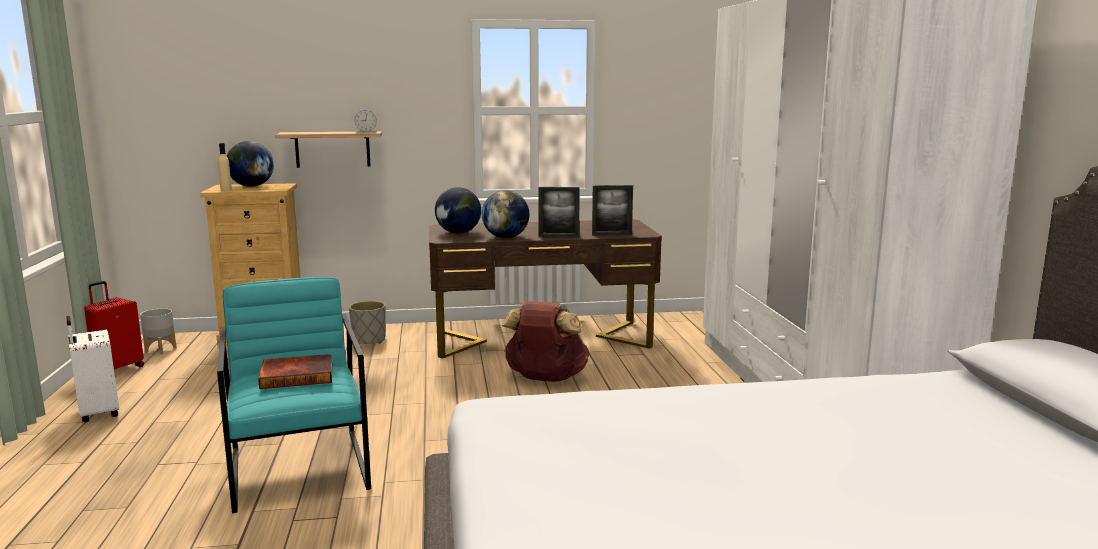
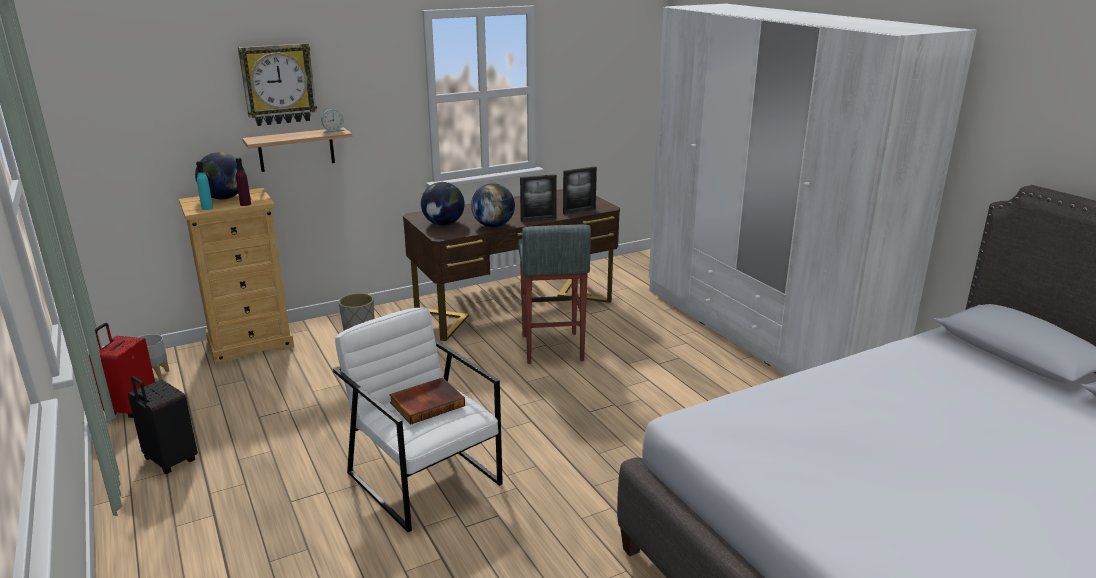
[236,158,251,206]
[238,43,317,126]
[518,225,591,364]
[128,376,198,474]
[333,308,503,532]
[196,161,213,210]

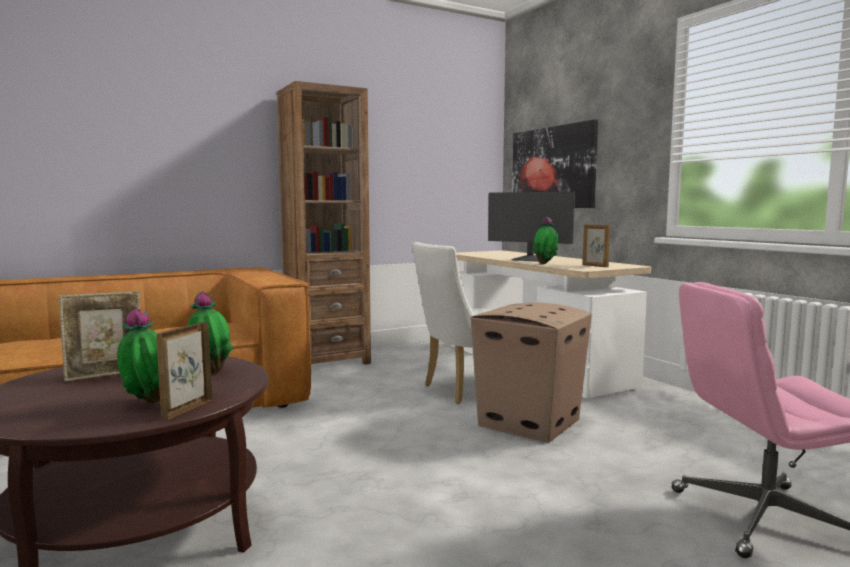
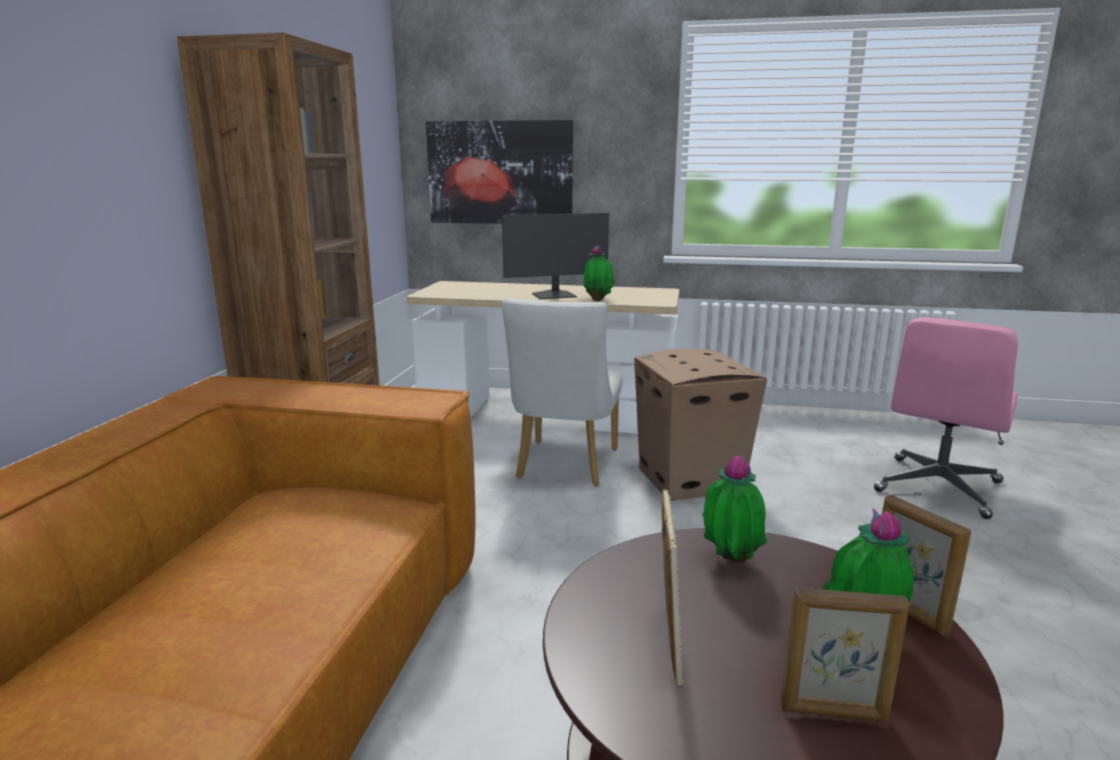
[780,587,910,722]

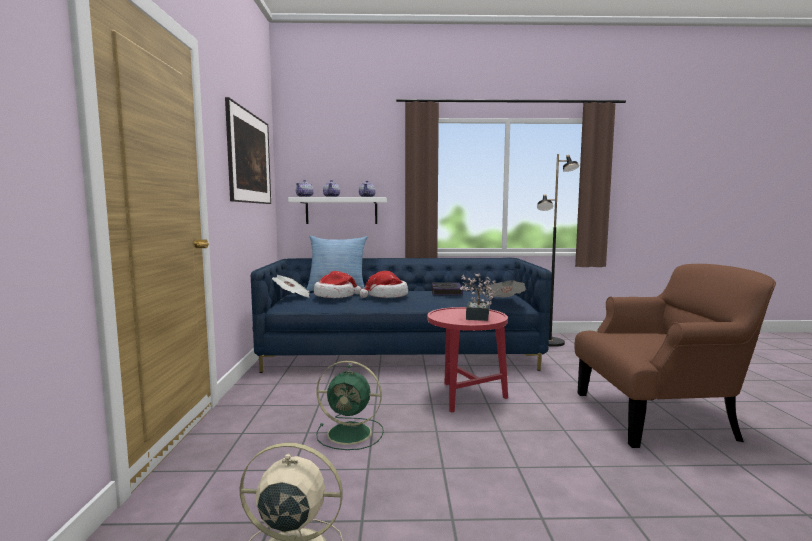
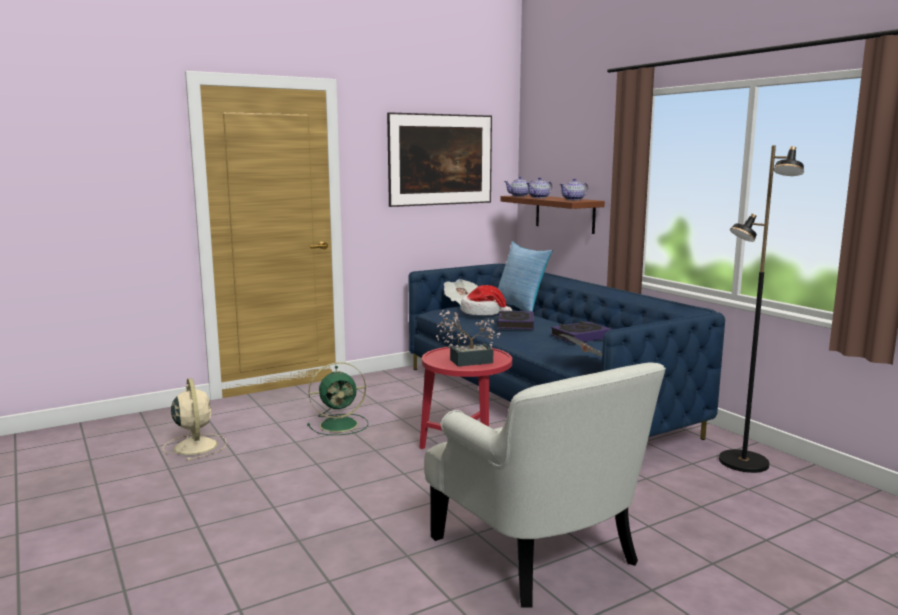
[498,311,534,330]
[500,195,605,234]
[424,362,666,608]
[307,362,368,435]

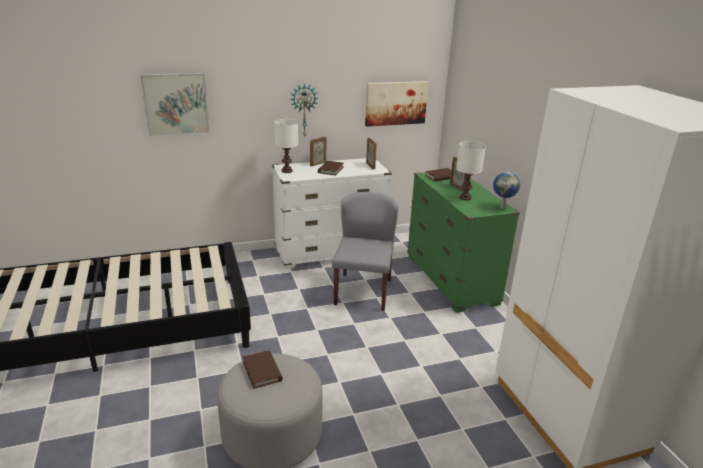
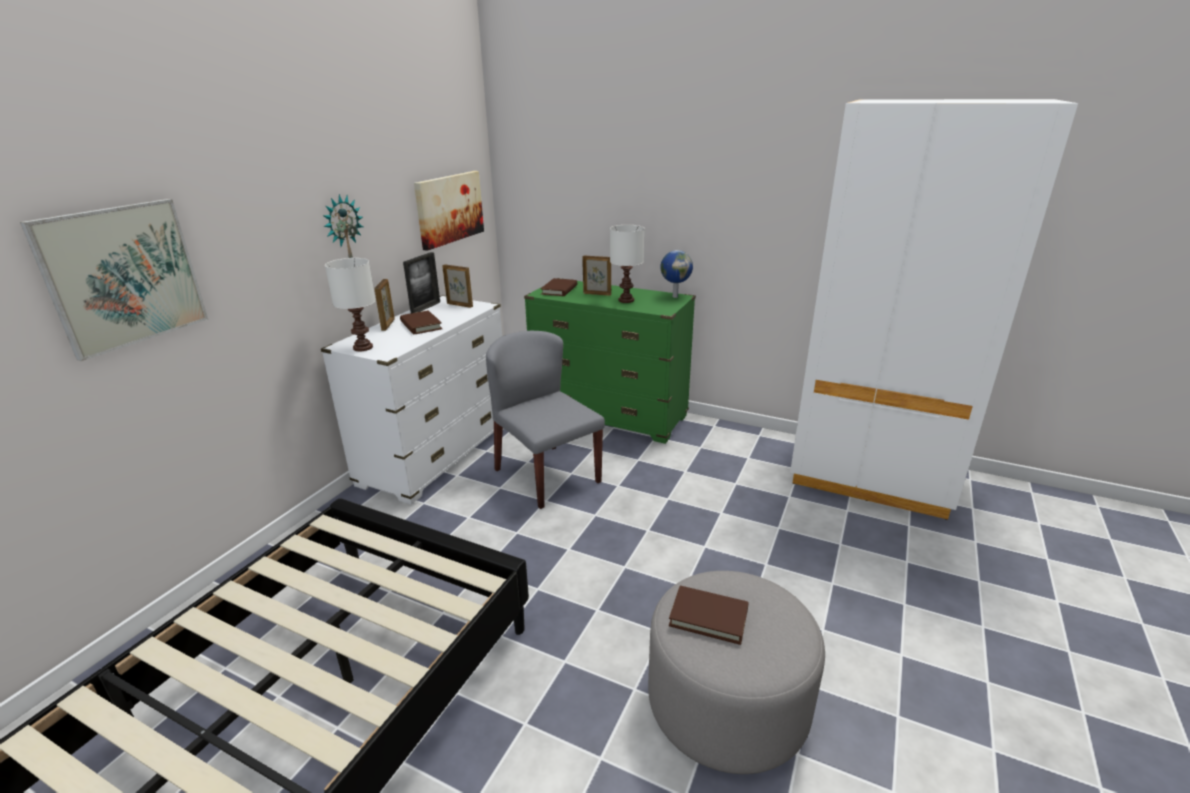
[403,252,440,313]

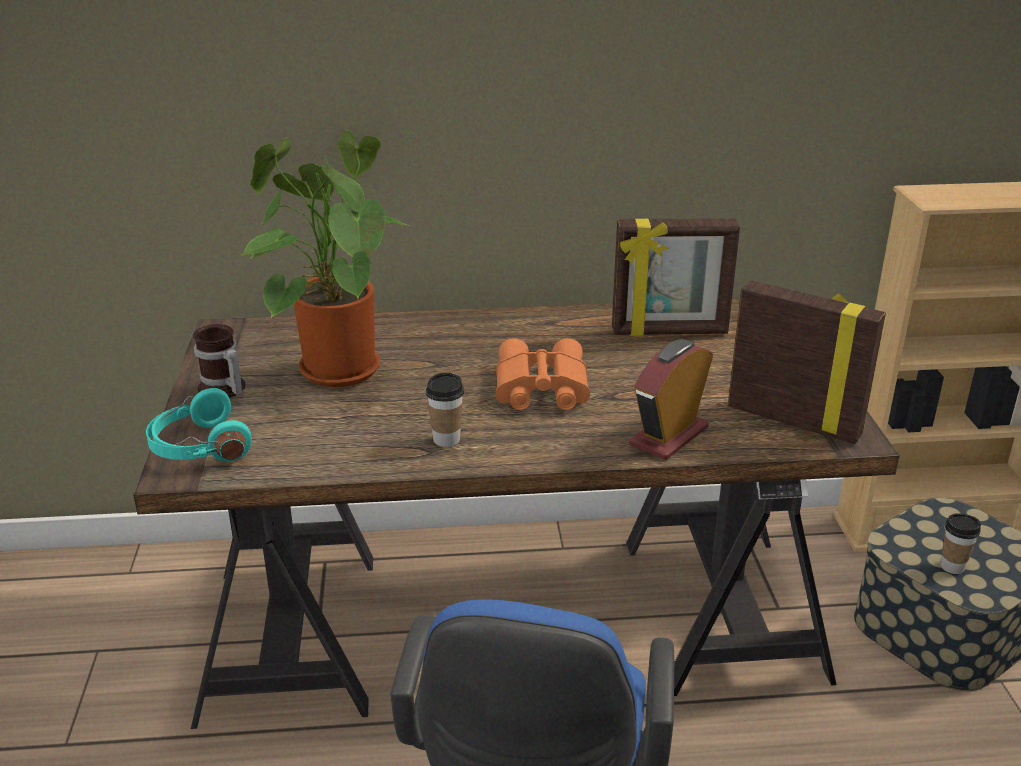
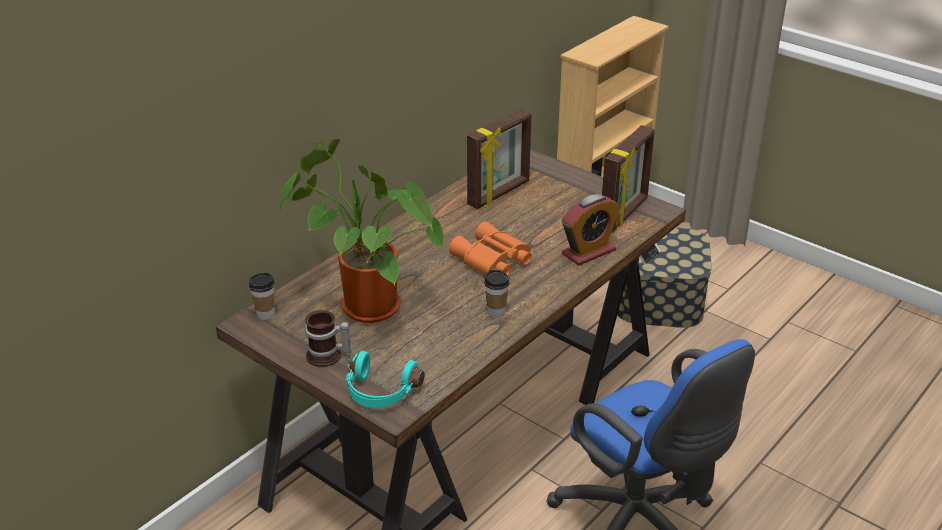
[249,273,275,320]
[562,194,621,266]
[602,125,655,233]

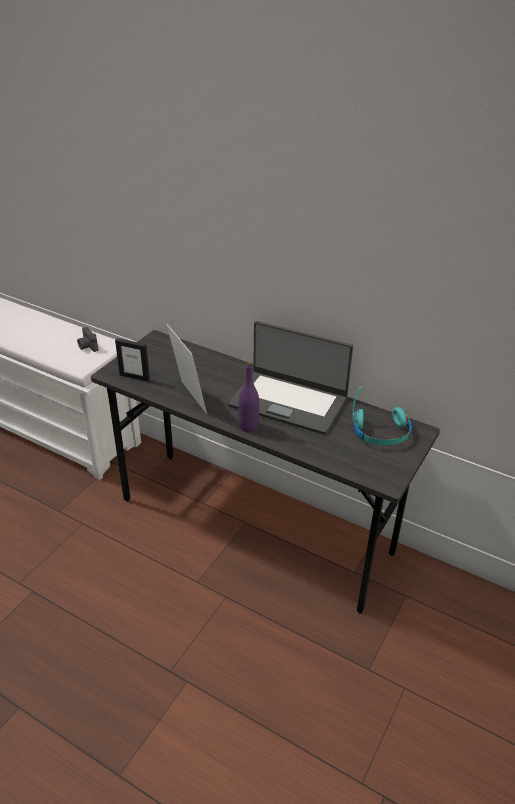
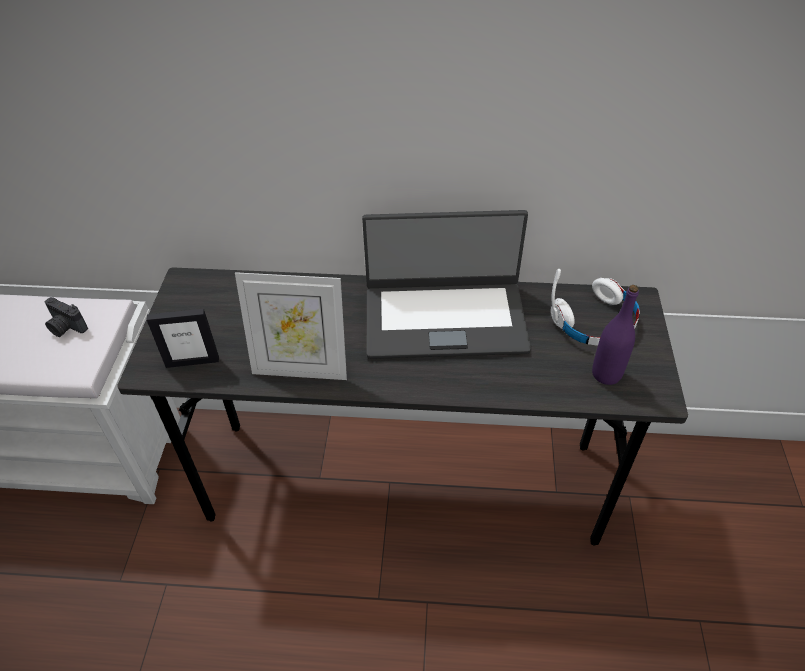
[592,285,639,385]
[551,269,640,345]
[235,272,347,380]

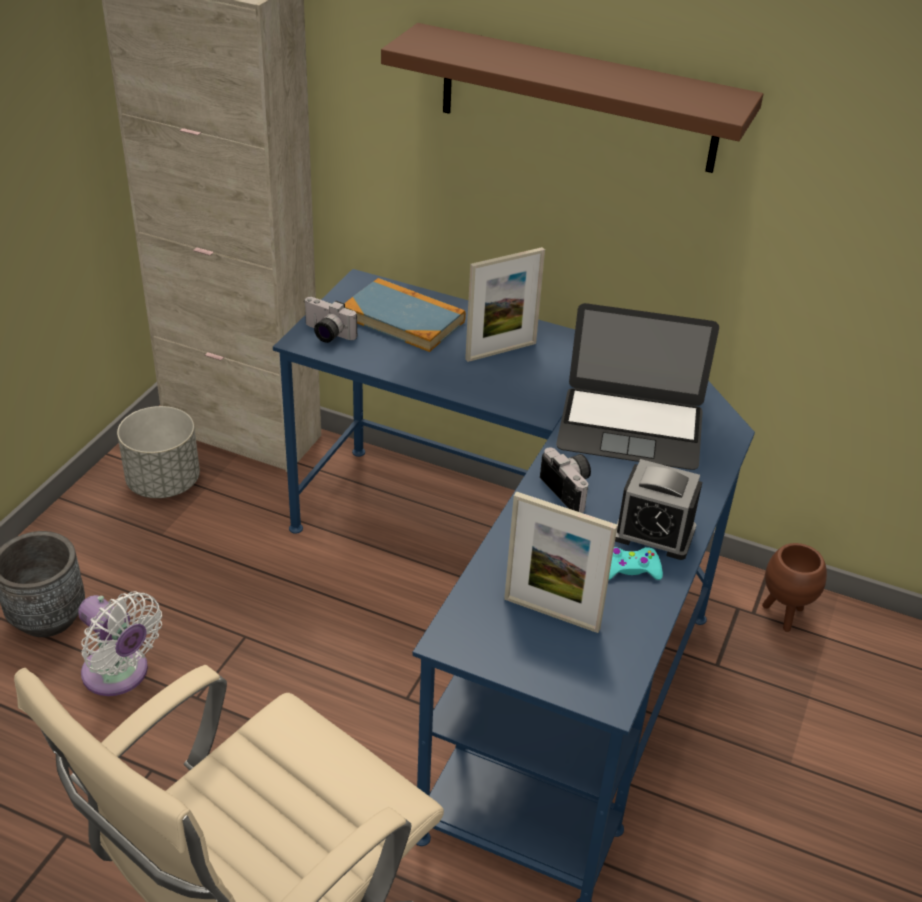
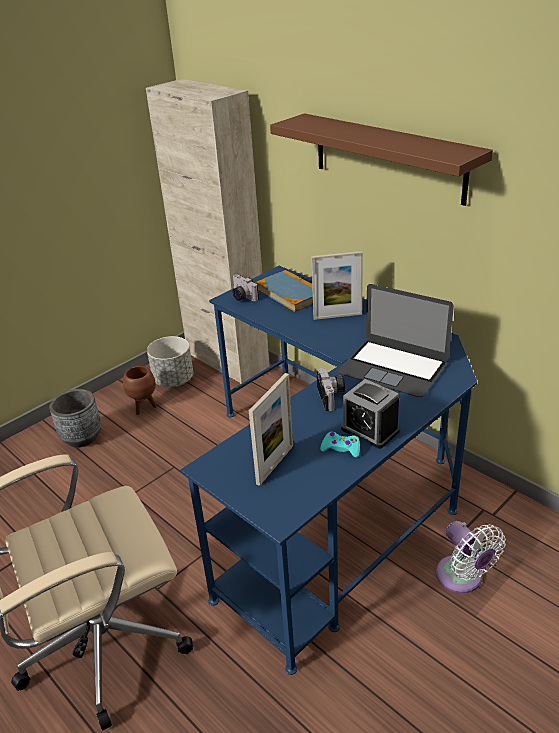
[436,521,505,594]
[123,366,157,415]
[249,373,293,486]

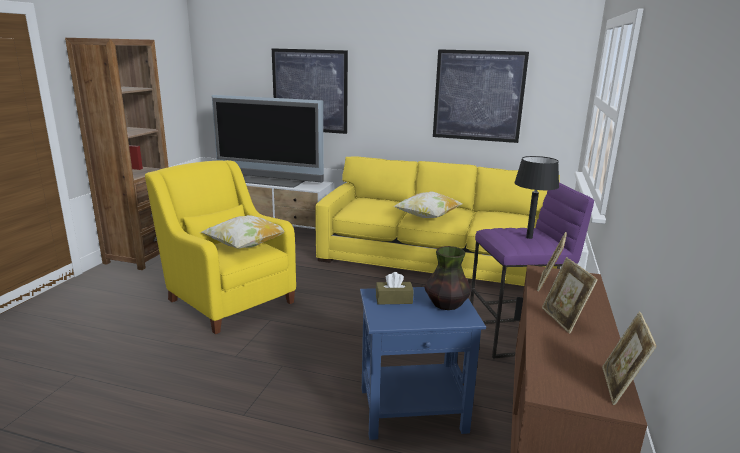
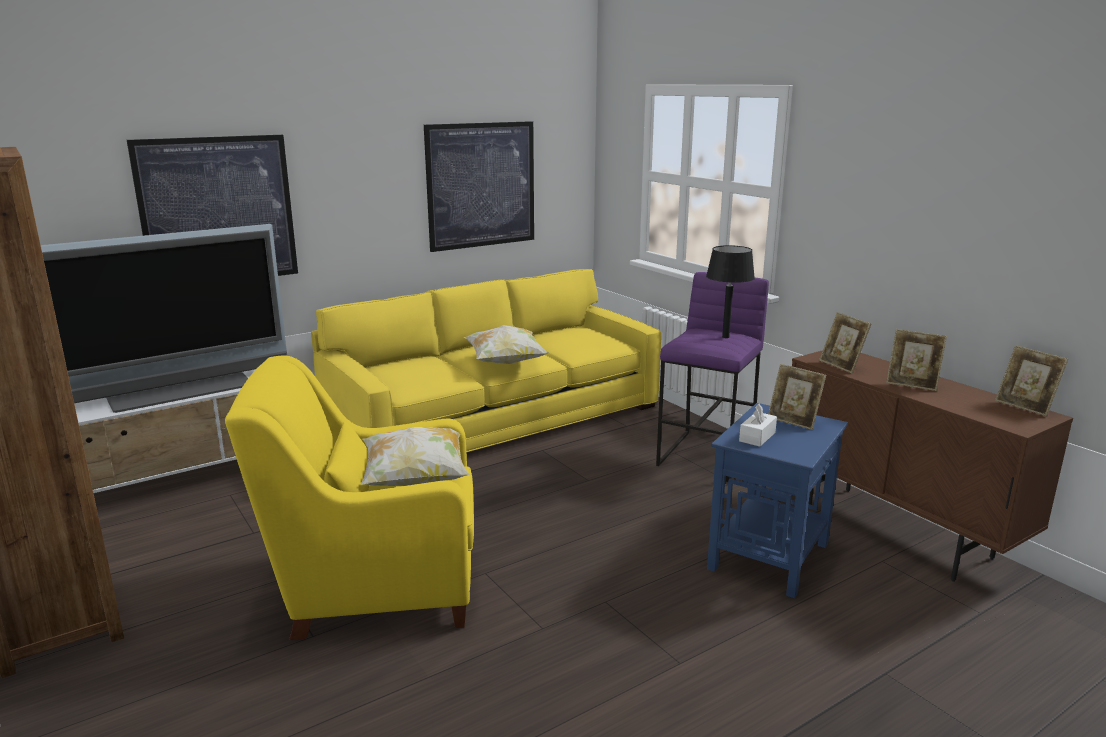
[768,364,826,430]
[739,404,777,447]

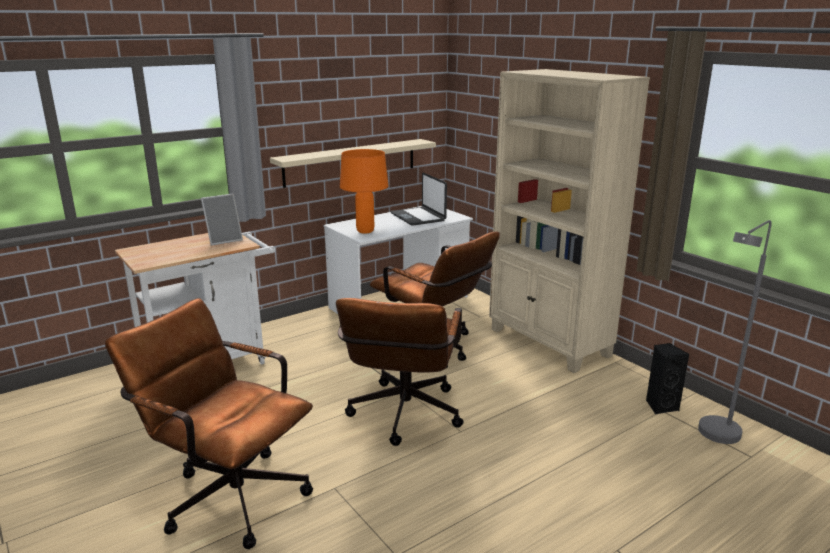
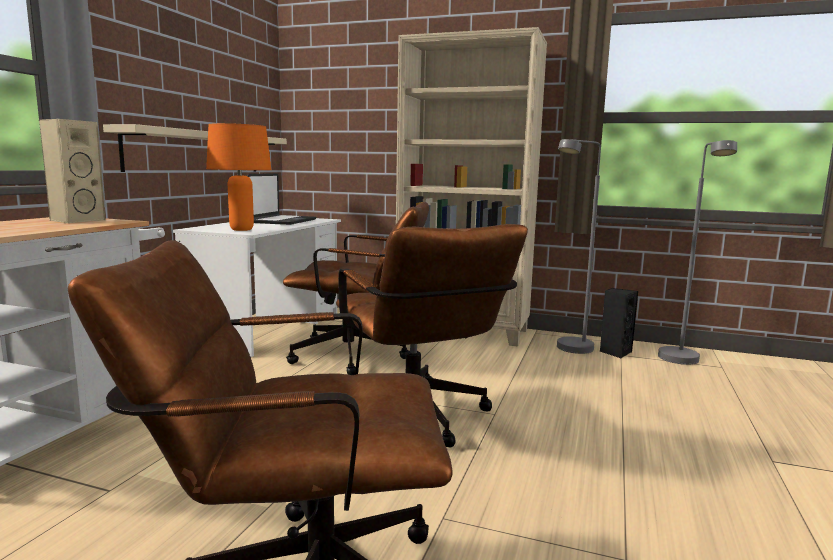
[557,139,601,354]
[39,119,105,223]
[247,173,316,225]

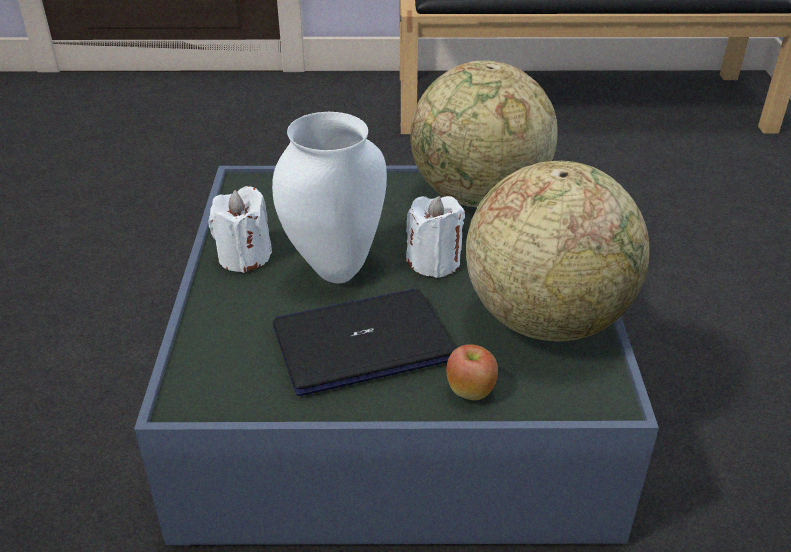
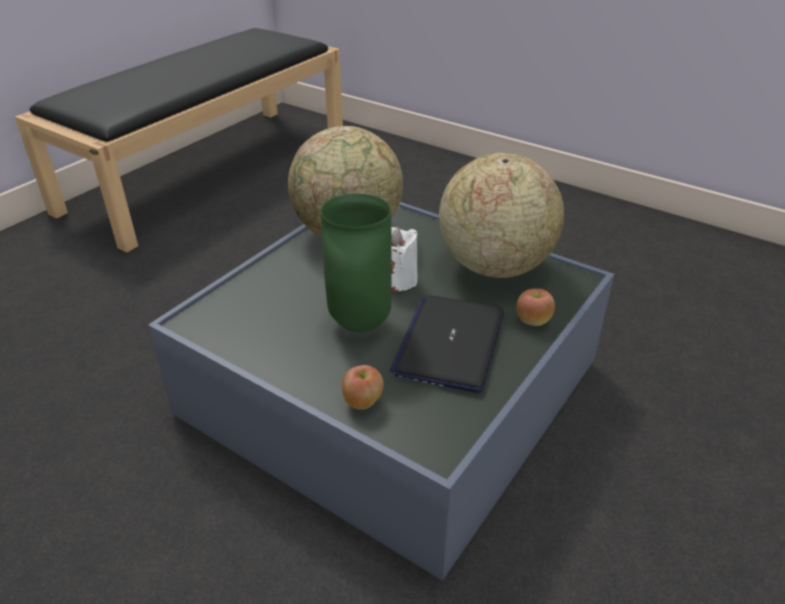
[209,186,272,273] (first image)
[342,365,384,410]
[321,193,392,333]

